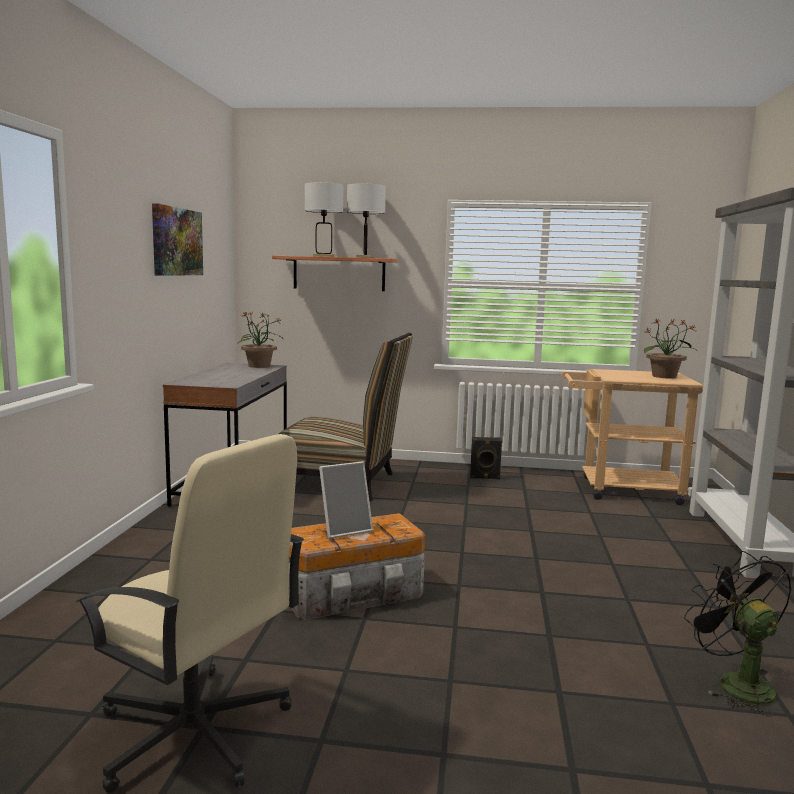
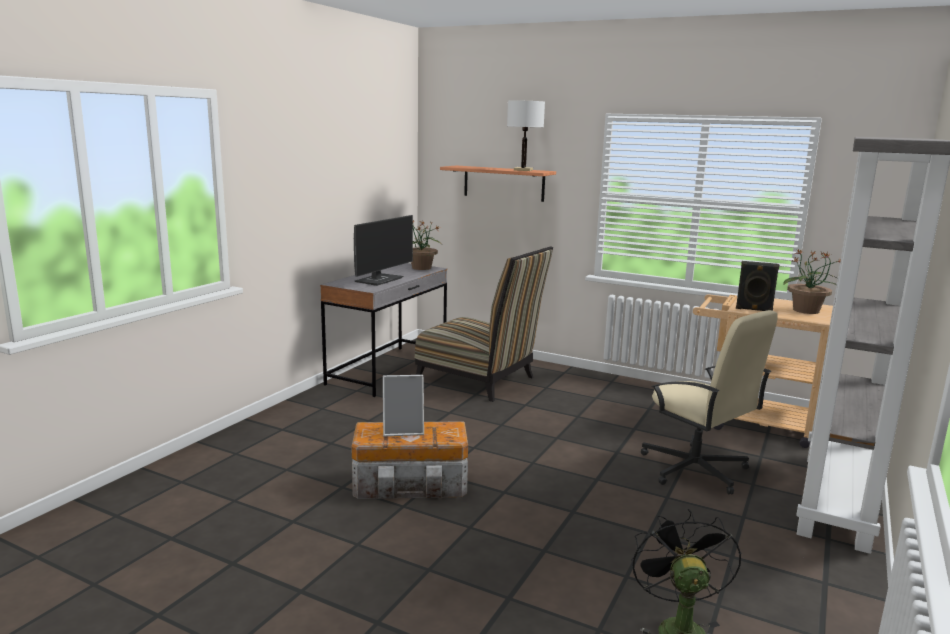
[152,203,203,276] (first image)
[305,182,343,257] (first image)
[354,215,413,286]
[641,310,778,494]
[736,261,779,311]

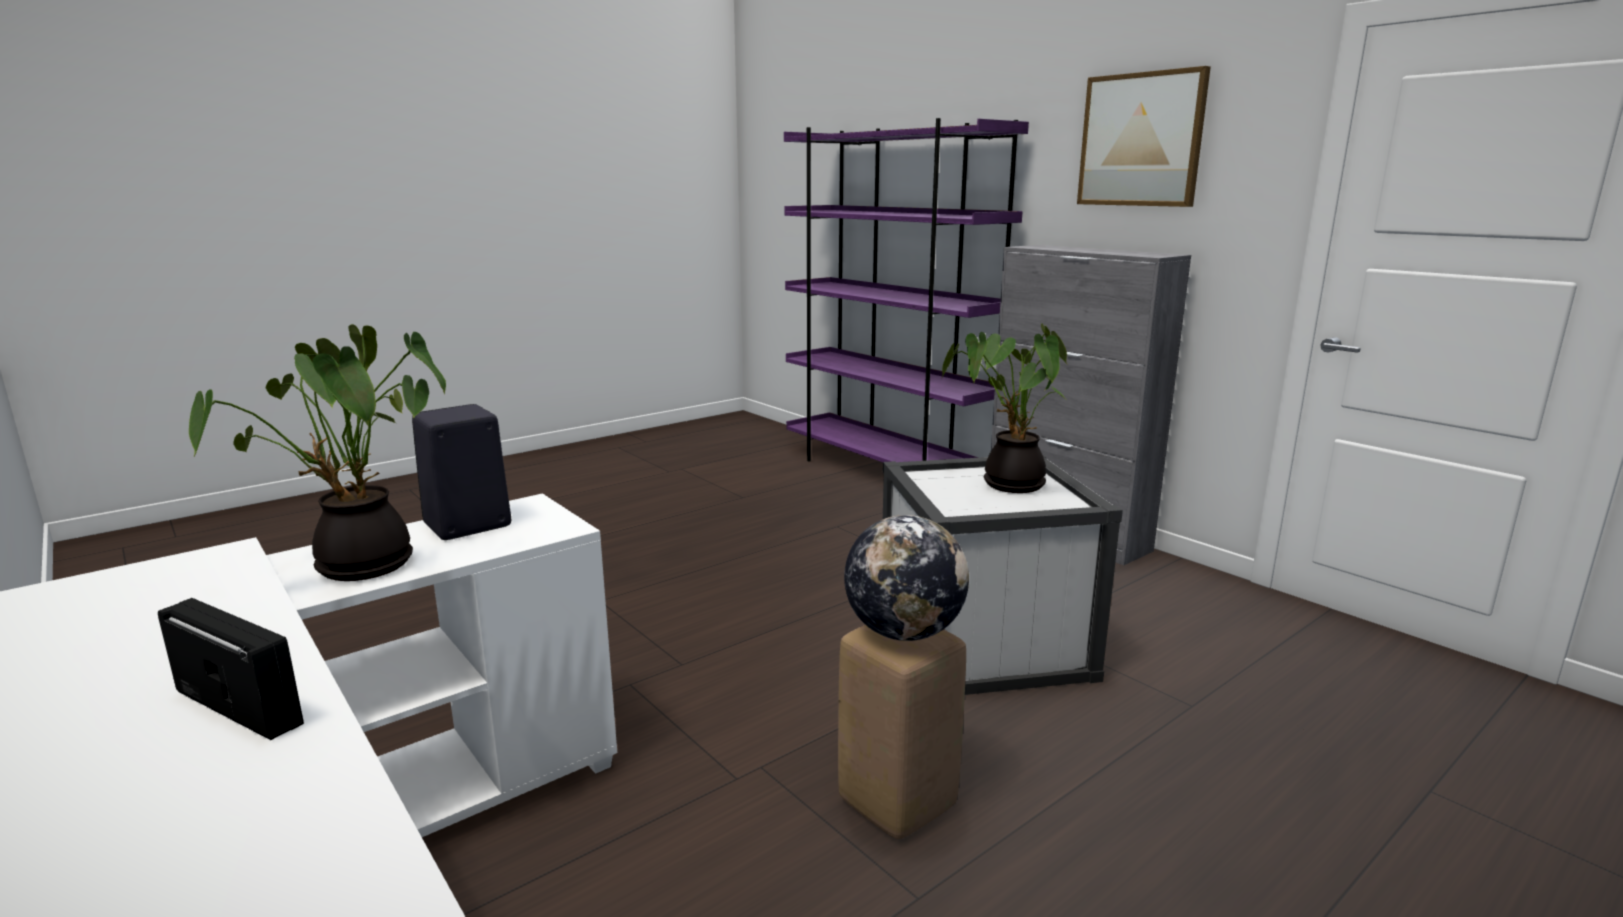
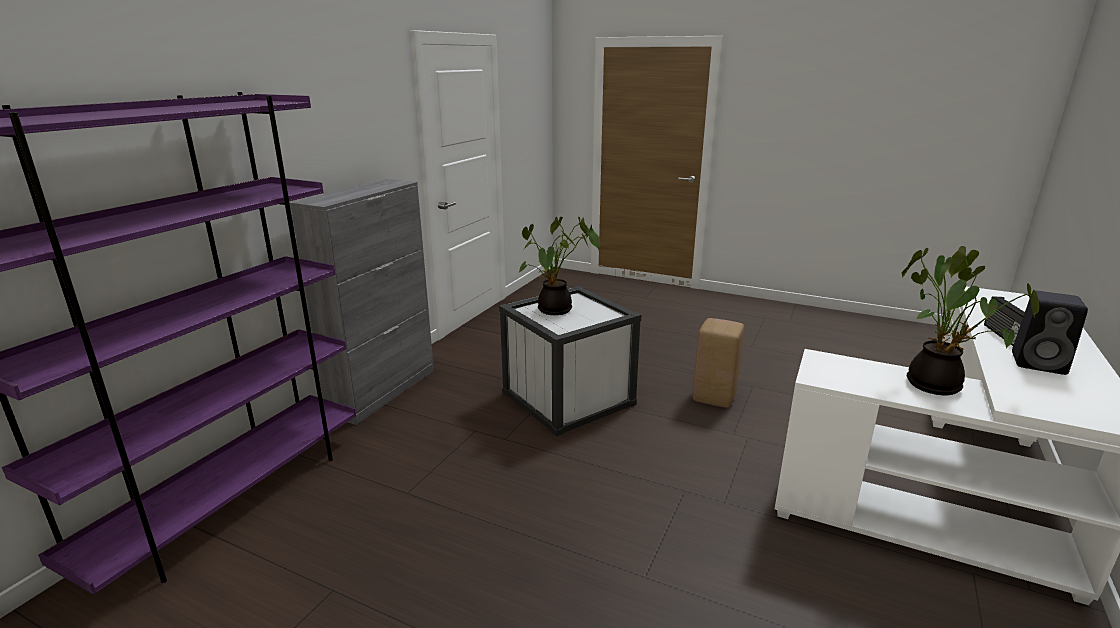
[844,515,969,641] (first image)
[1077,66,1211,207] (first image)
[1012,291,1088,375]

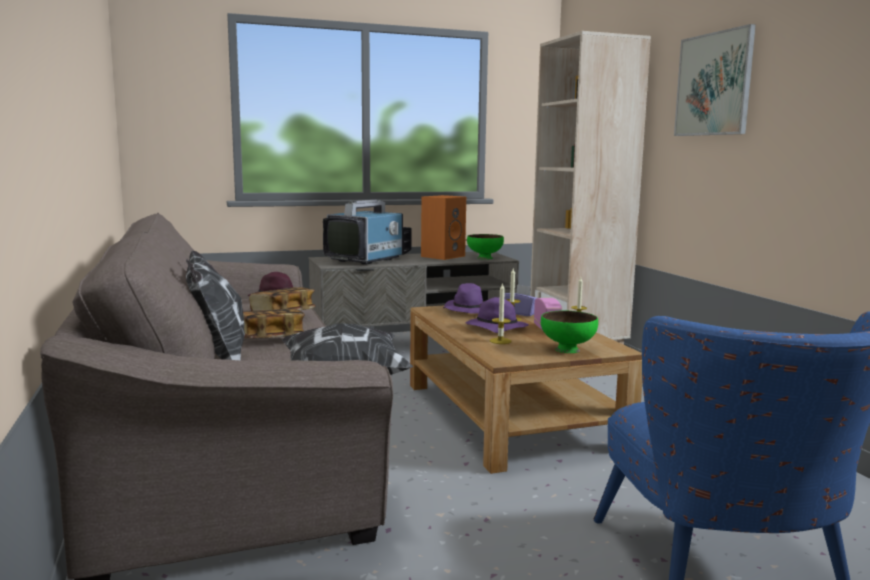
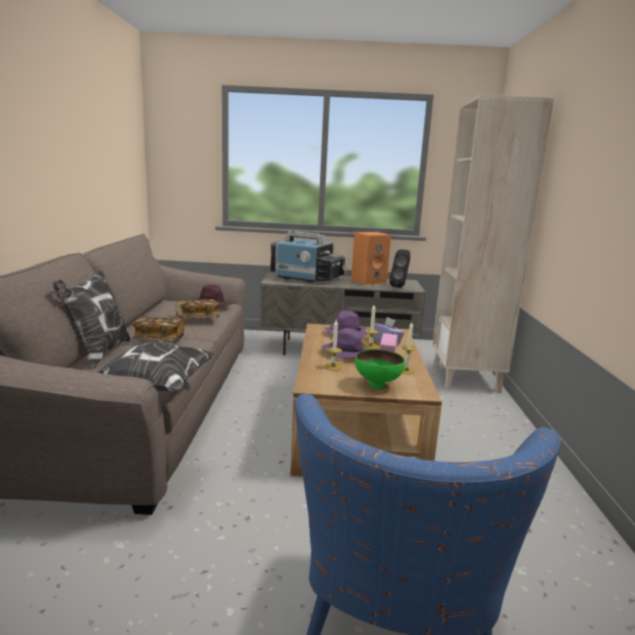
[674,24,756,136] (first image)
[389,249,410,288]
[270,230,347,283]

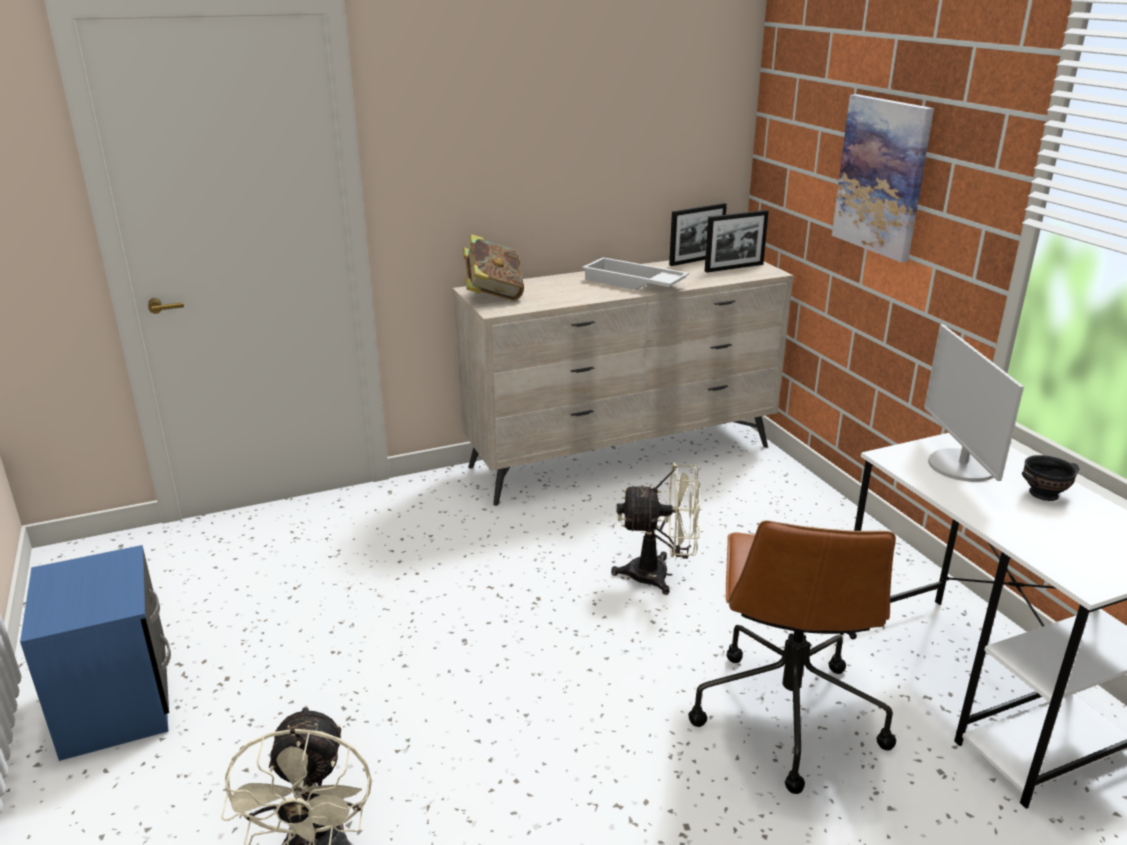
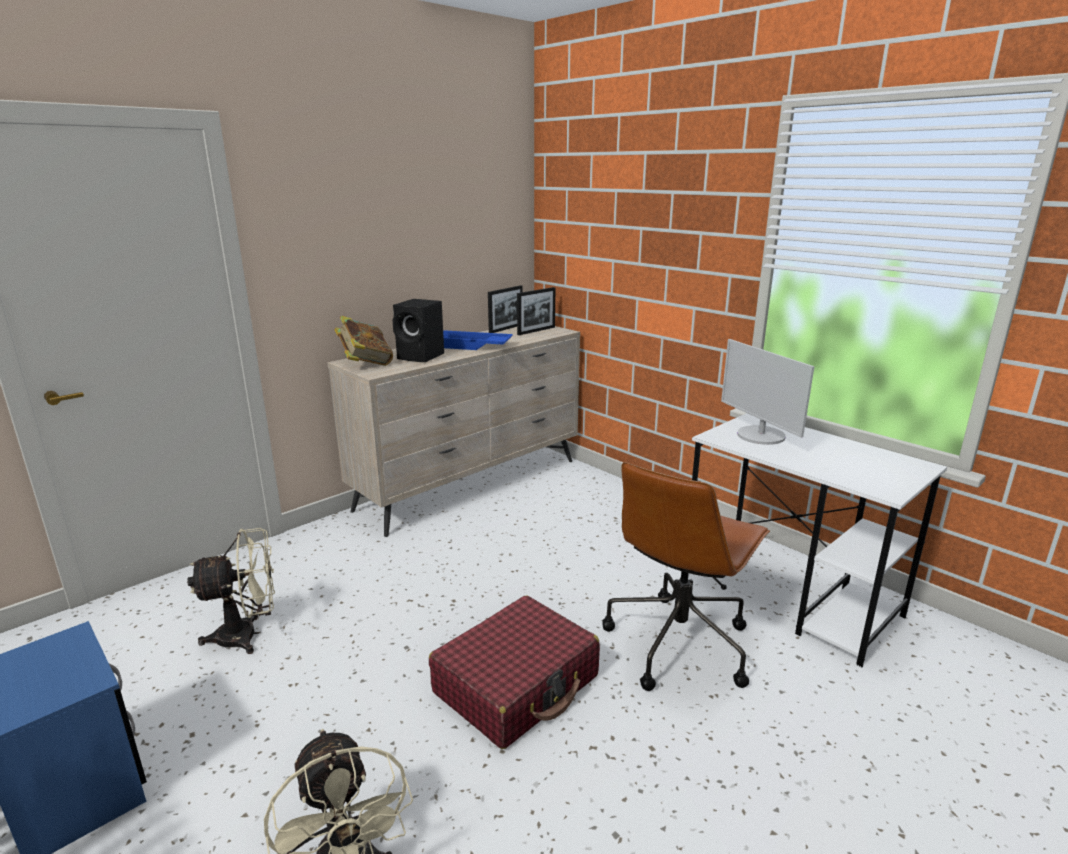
[832,94,934,262] (first image)
[1022,455,1079,501] (first image)
[392,299,444,362]
[429,595,600,749]
[187,528,275,654]
[443,330,513,350]
[603,462,770,691]

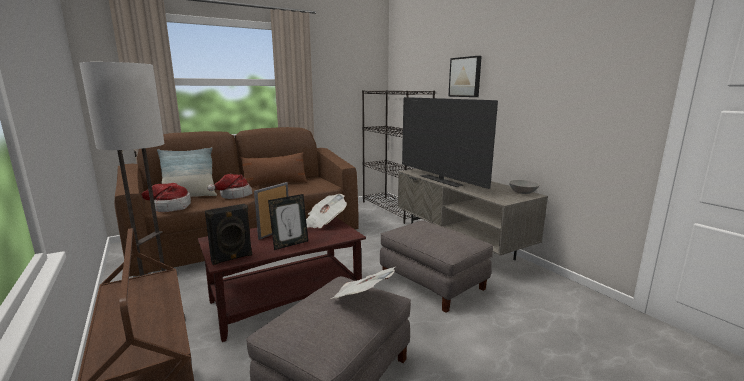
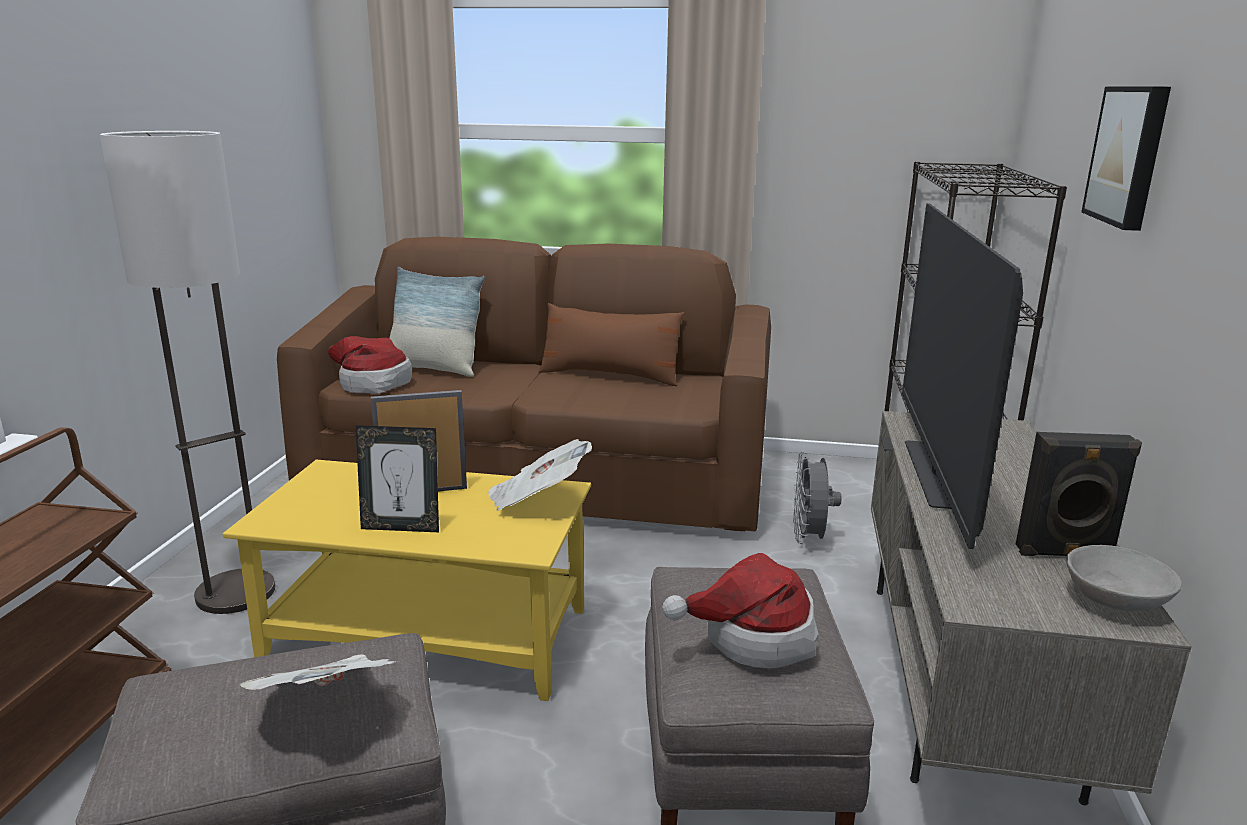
[793,451,841,544]
[1016,432,1142,556]
[662,553,819,669]
[223,460,591,701]

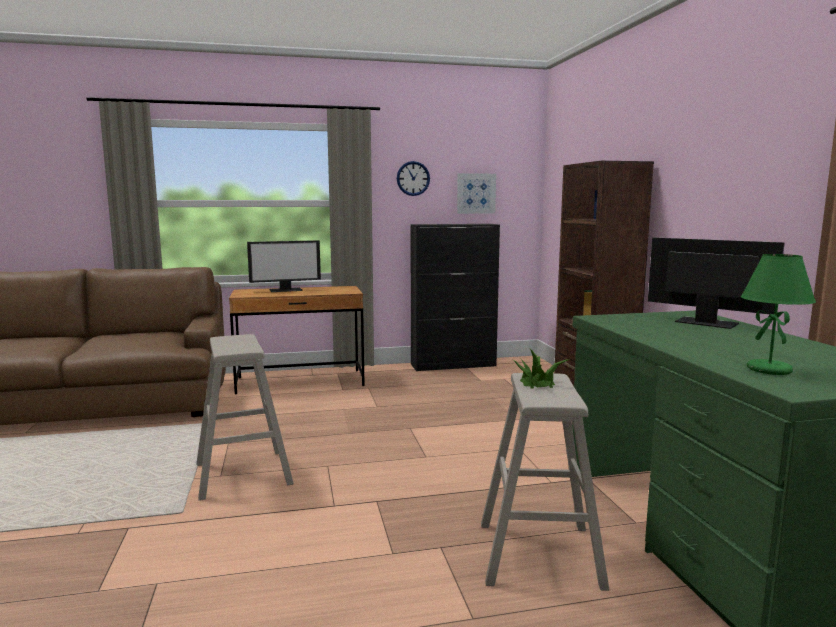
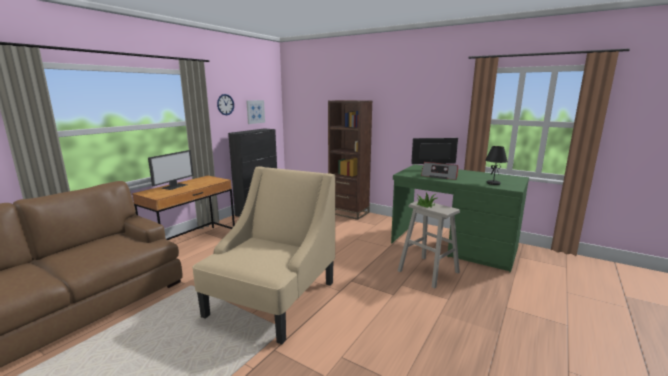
[421,162,458,180]
[192,167,335,344]
[485,146,508,185]

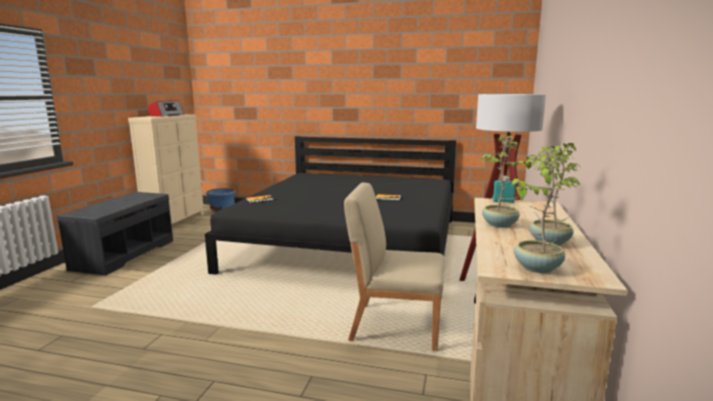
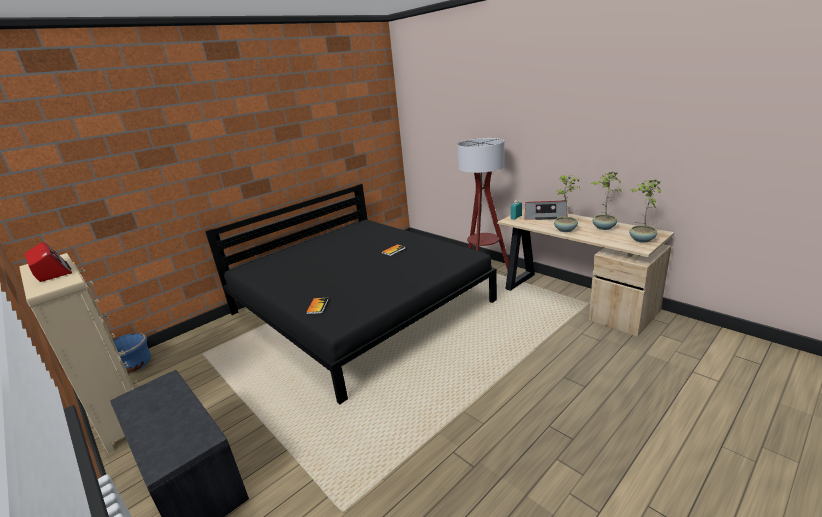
[344,183,445,351] (first image)
[525,201,568,220]

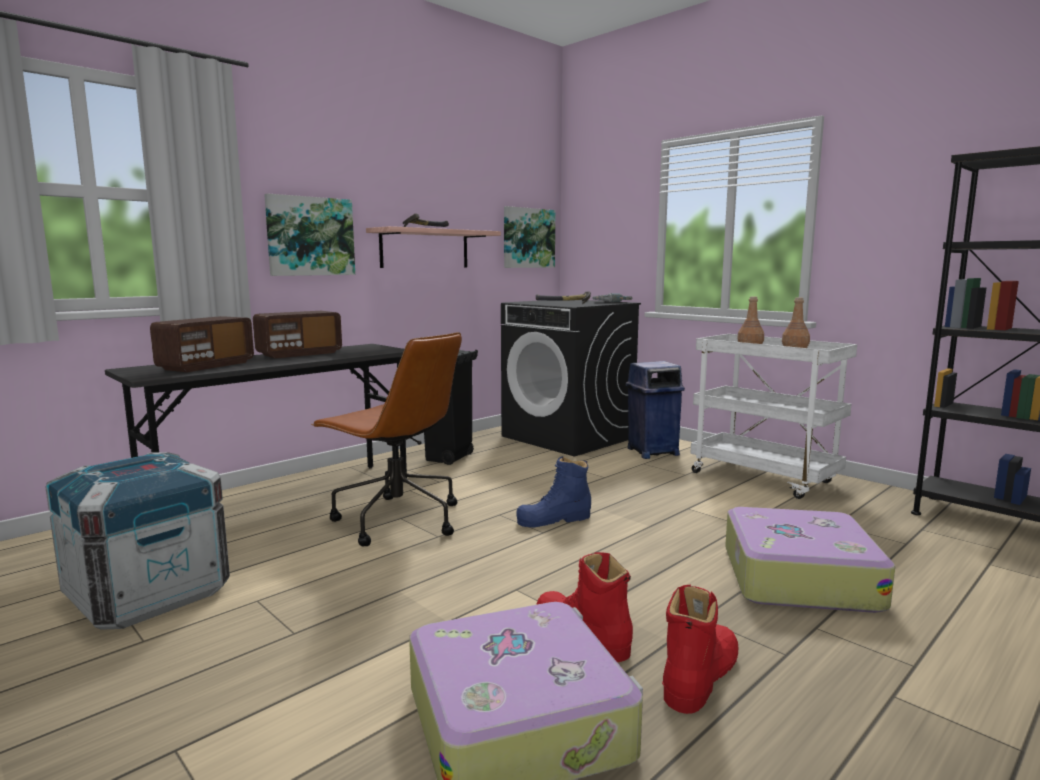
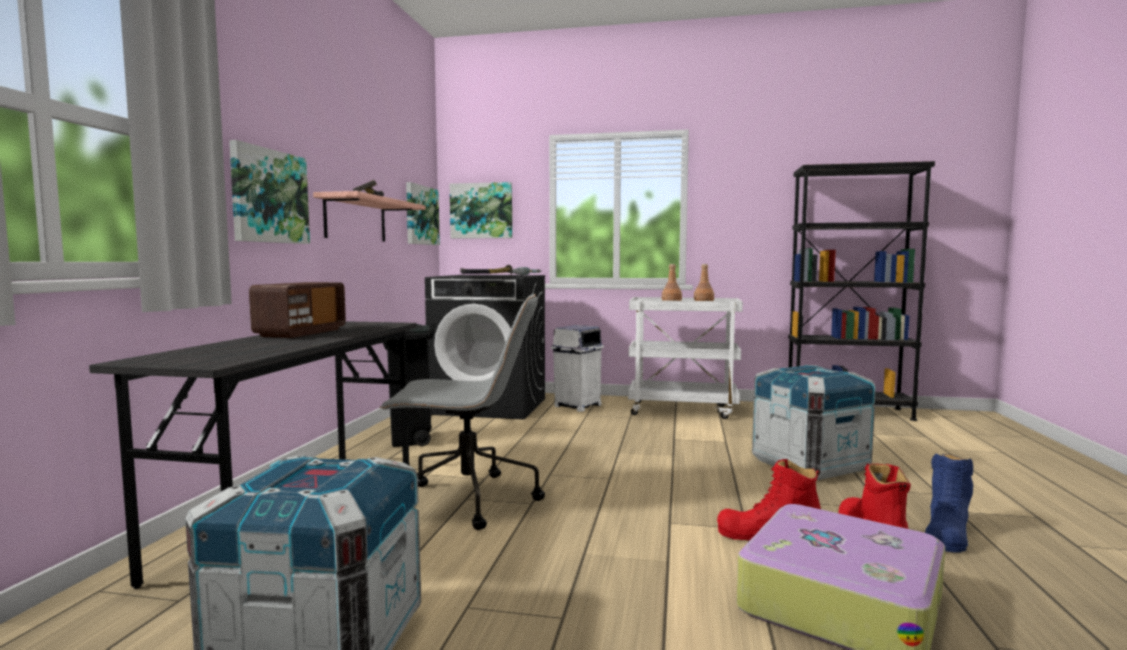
[150,316,254,372] (first image)
[450,182,512,239]
[925,454,973,553]
[752,365,876,480]
[380,294,545,530]
[551,325,604,412]

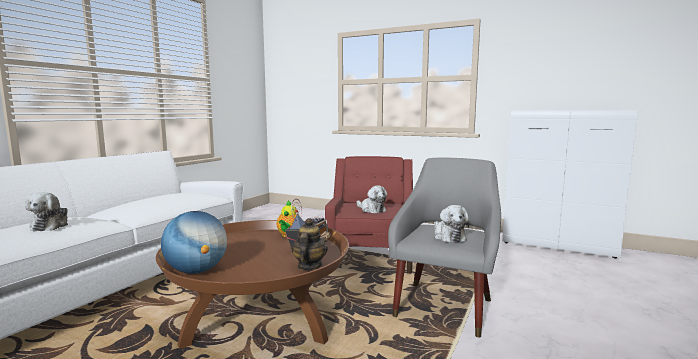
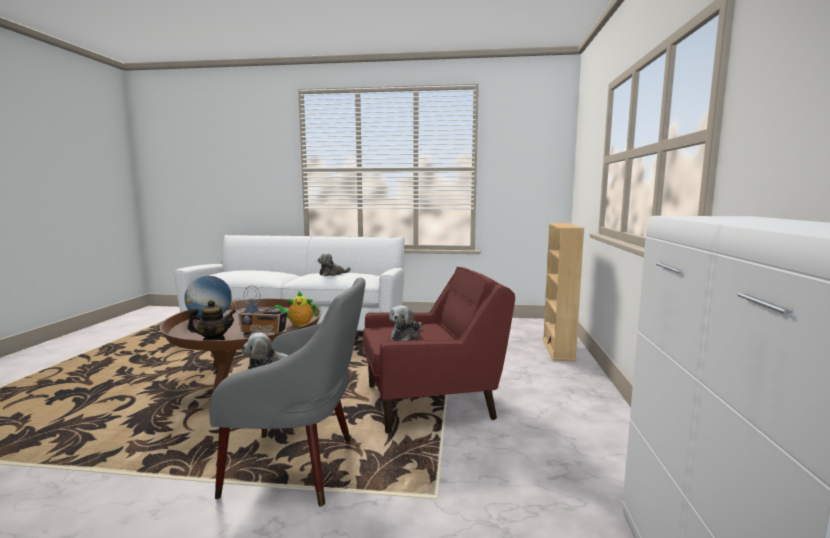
[542,223,585,362]
[318,252,351,276]

